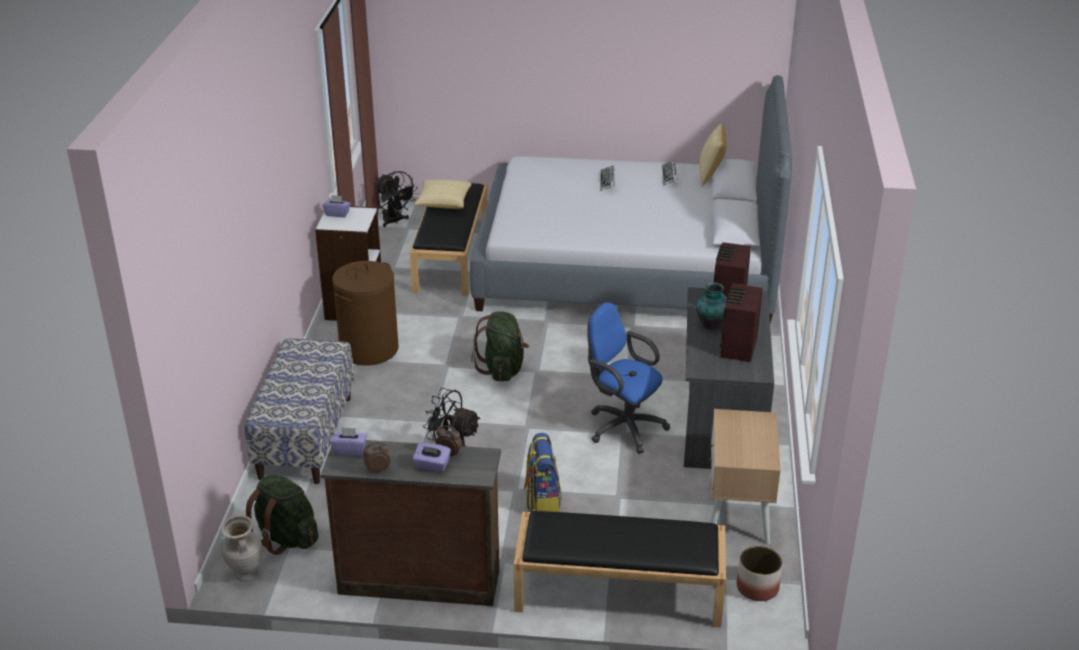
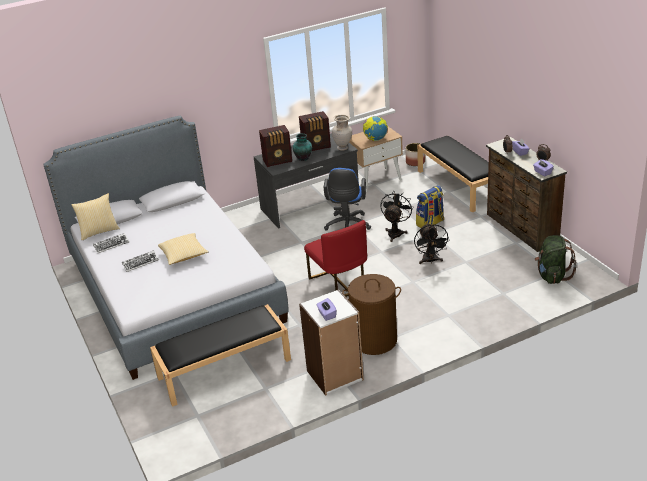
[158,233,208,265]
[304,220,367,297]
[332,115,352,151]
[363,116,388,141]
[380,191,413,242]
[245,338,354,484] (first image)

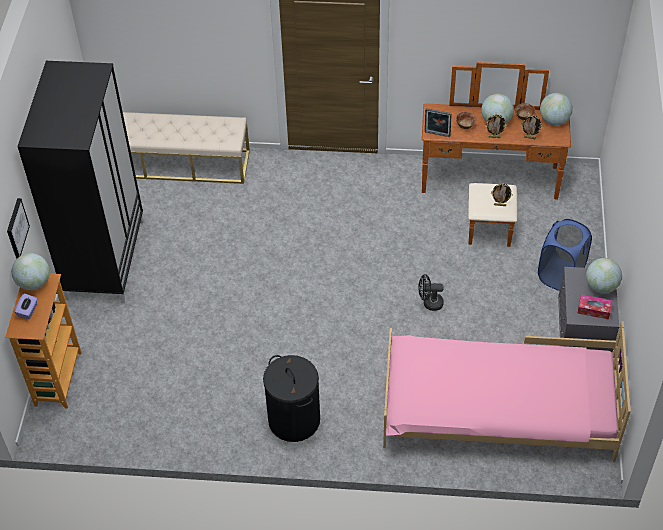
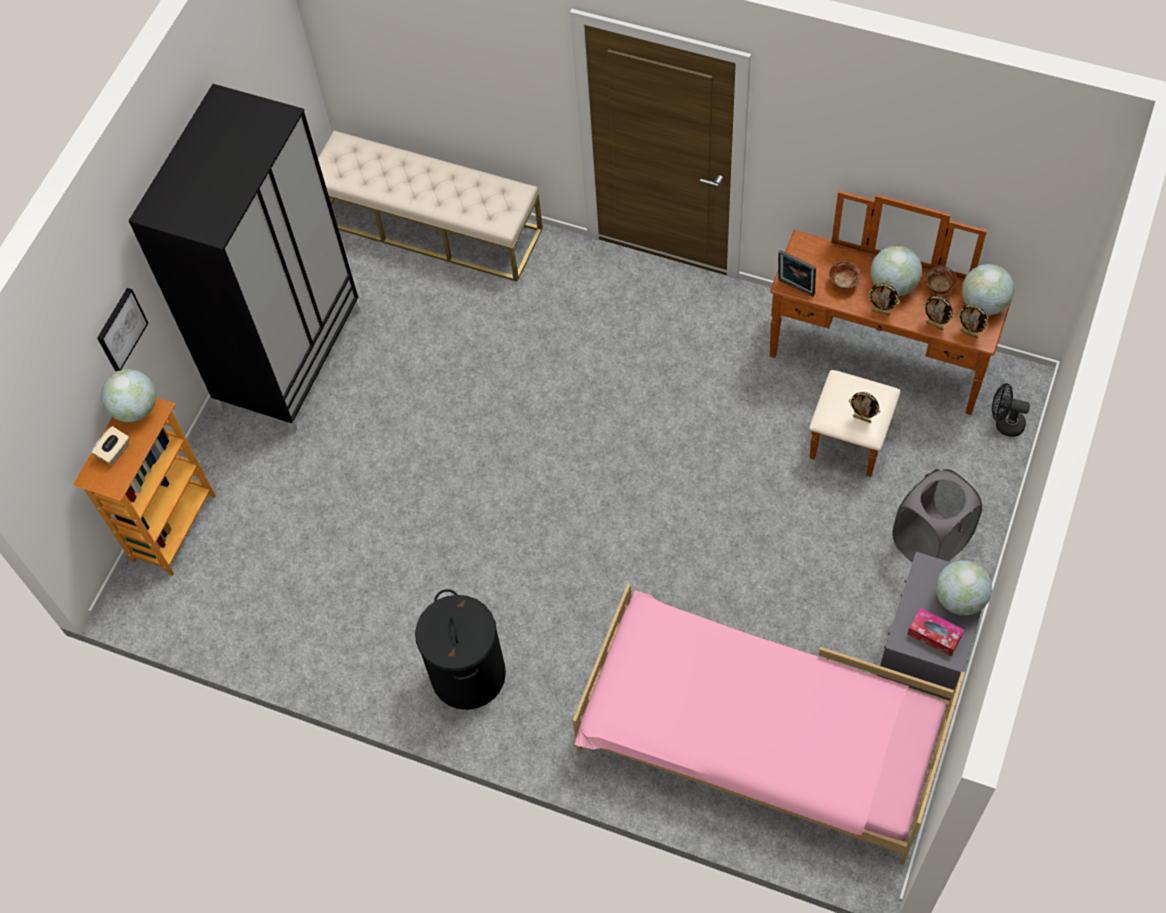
[91,426,129,465]
[892,469,982,562]
[957,304,989,339]
[992,383,1030,437]

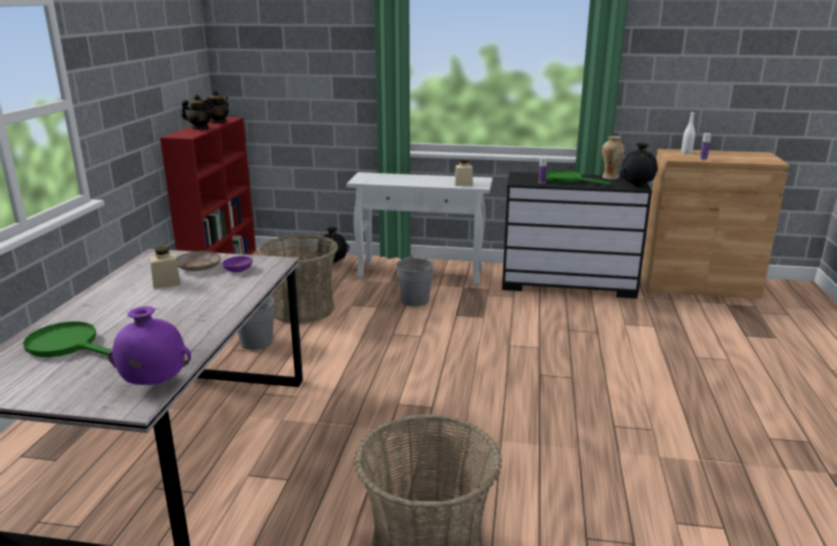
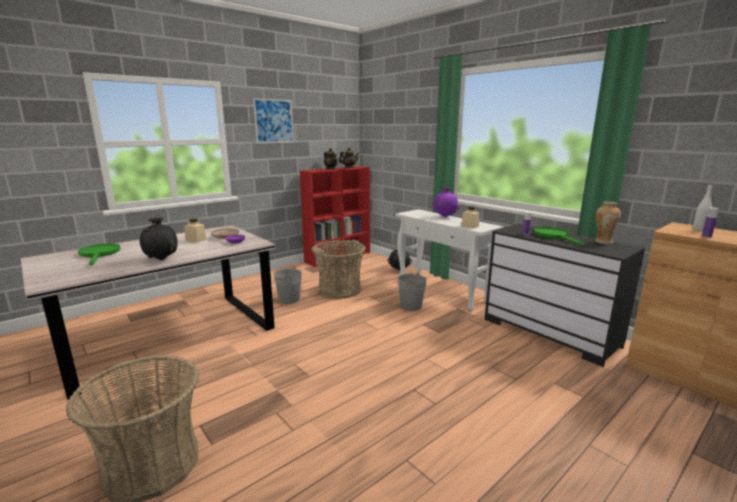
[140,217,178,260]
[253,98,294,143]
[432,187,459,217]

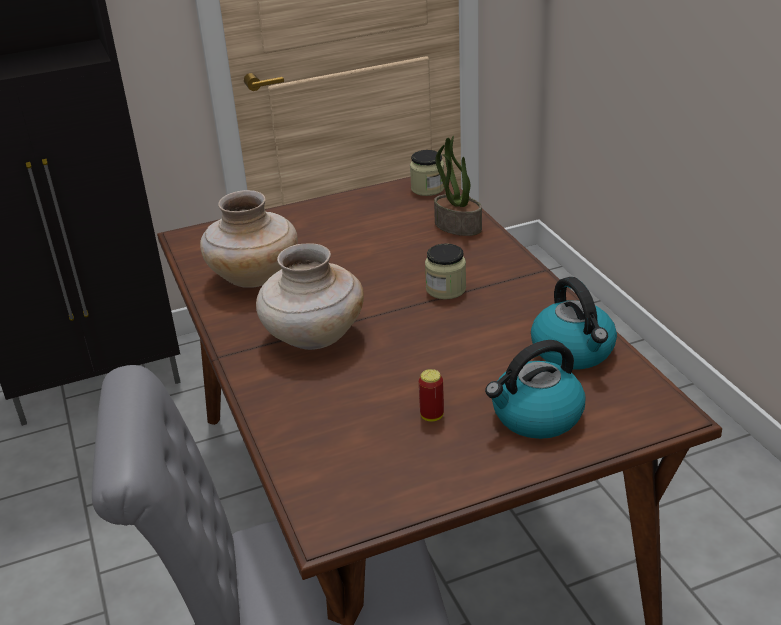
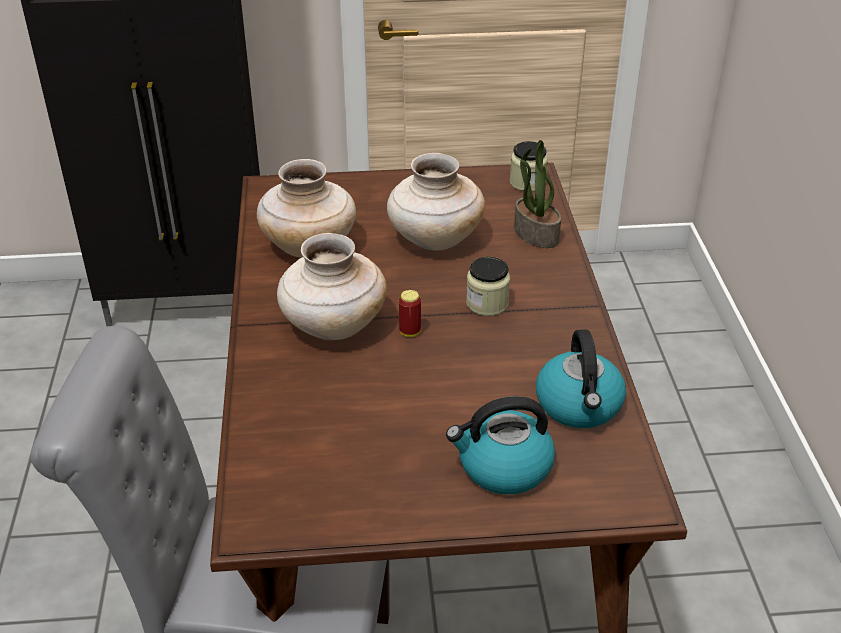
[387,153,485,250]
[399,290,421,337]

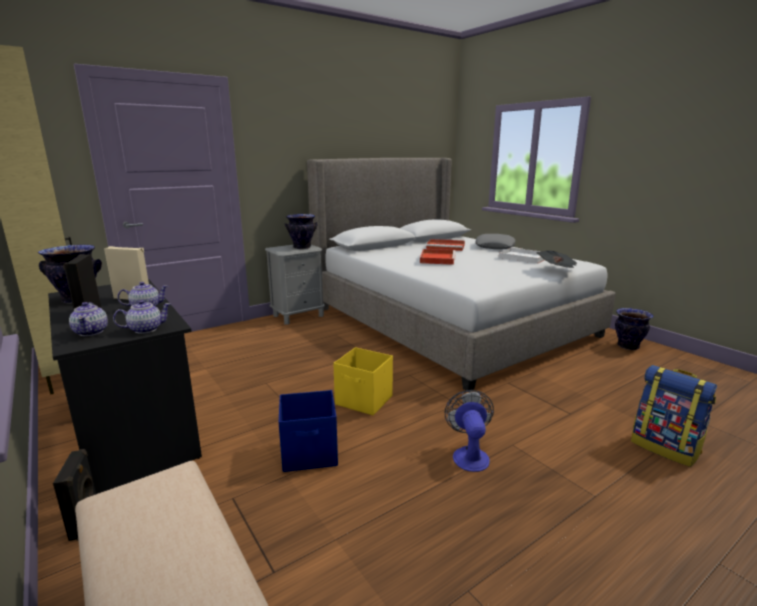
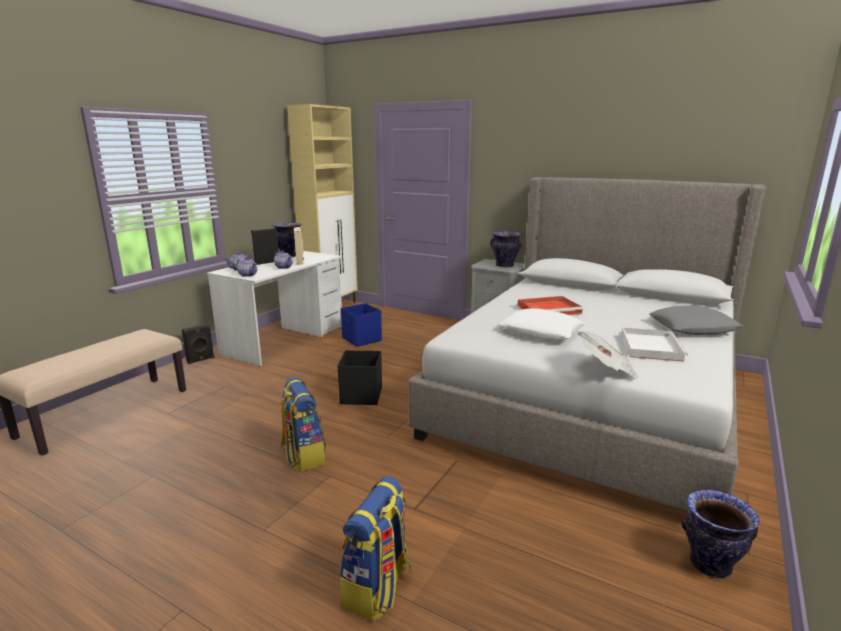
[207,251,342,366]
[281,377,326,471]
[338,350,382,405]
[341,303,382,347]
[499,309,585,341]
[426,239,465,251] (first image)

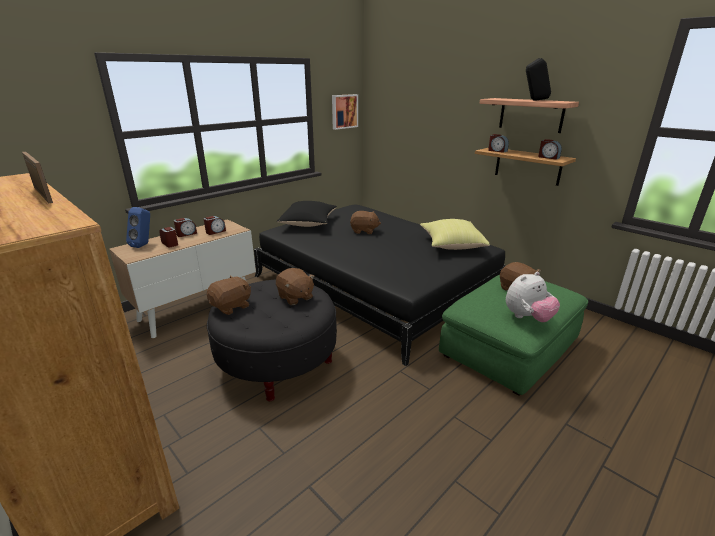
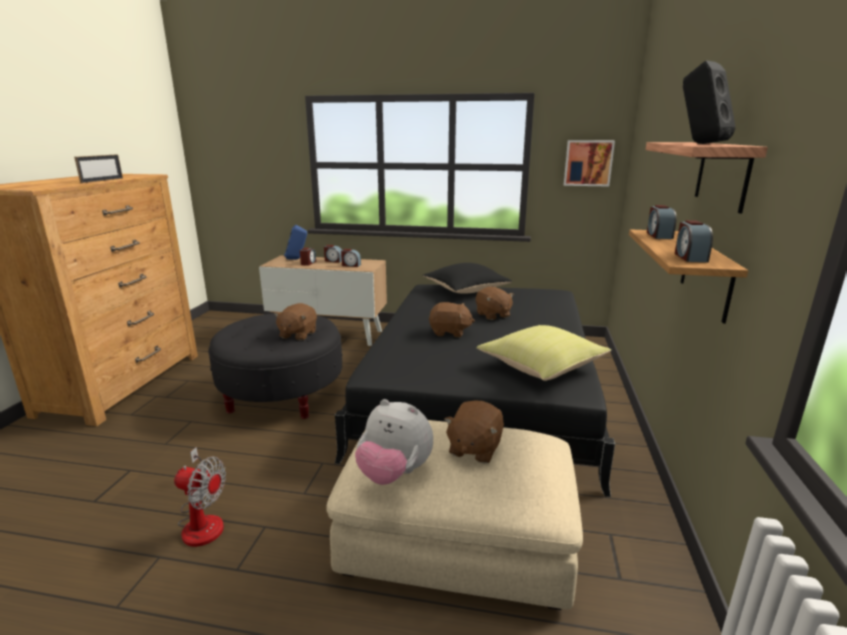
[174,447,226,547]
[326,420,583,610]
[429,302,475,337]

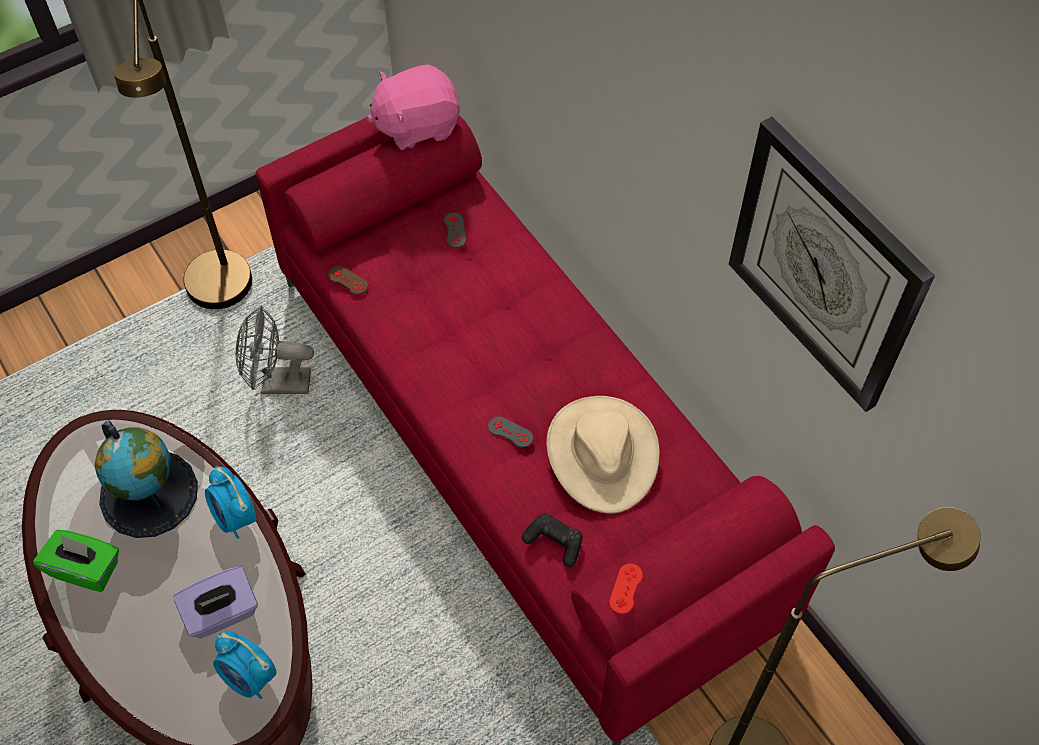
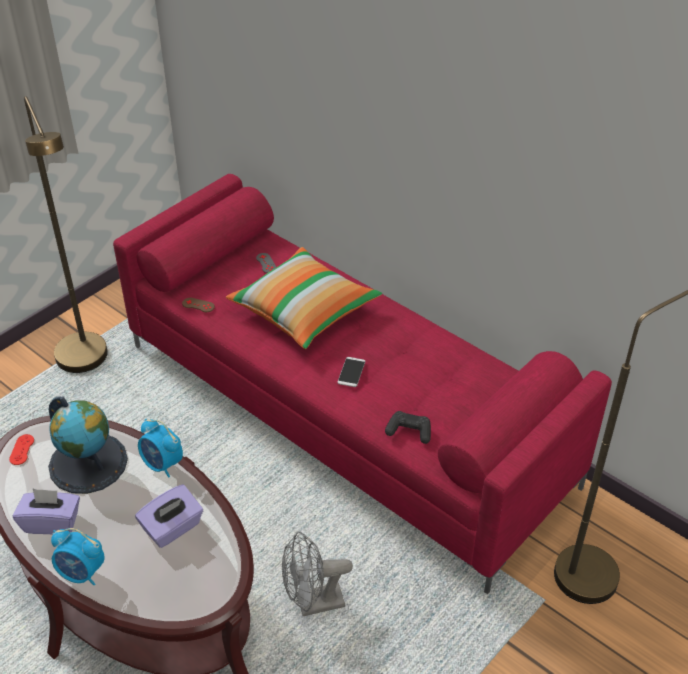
[9,434,34,465]
[13,489,80,534]
[51,528,105,585]
[226,247,382,349]
[282,531,353,616]
[337,357,365,387]
[367,65,460,150] (first image)
[547,396,660,514] (first image)
[729,117,935,412] (first image)

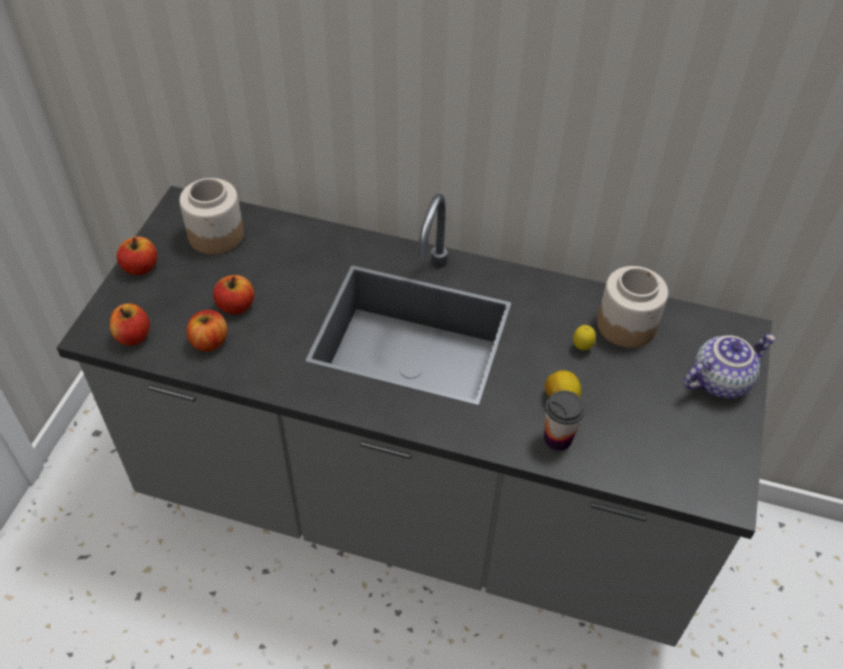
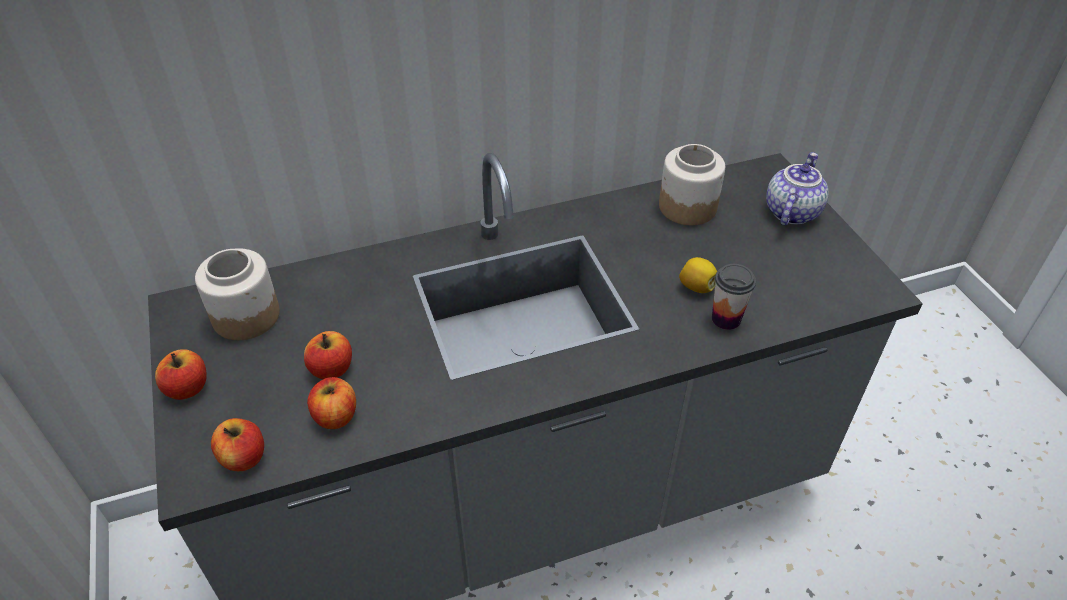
[573,325,596,350] (first image)

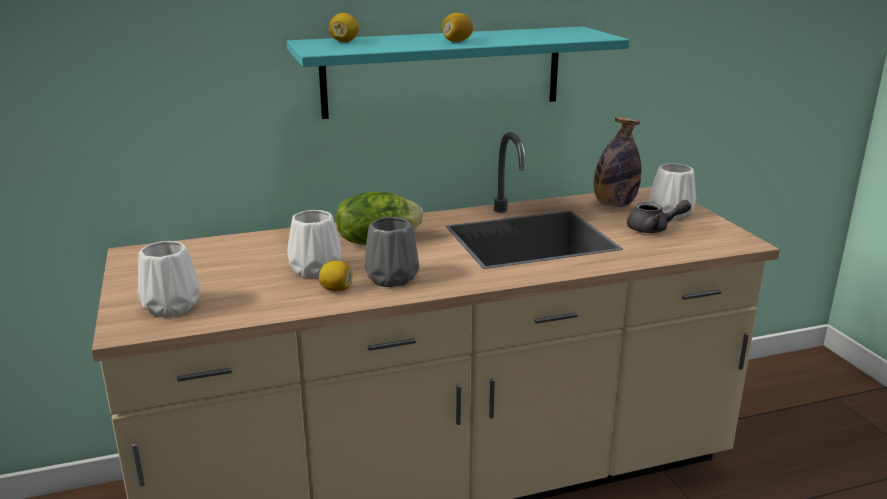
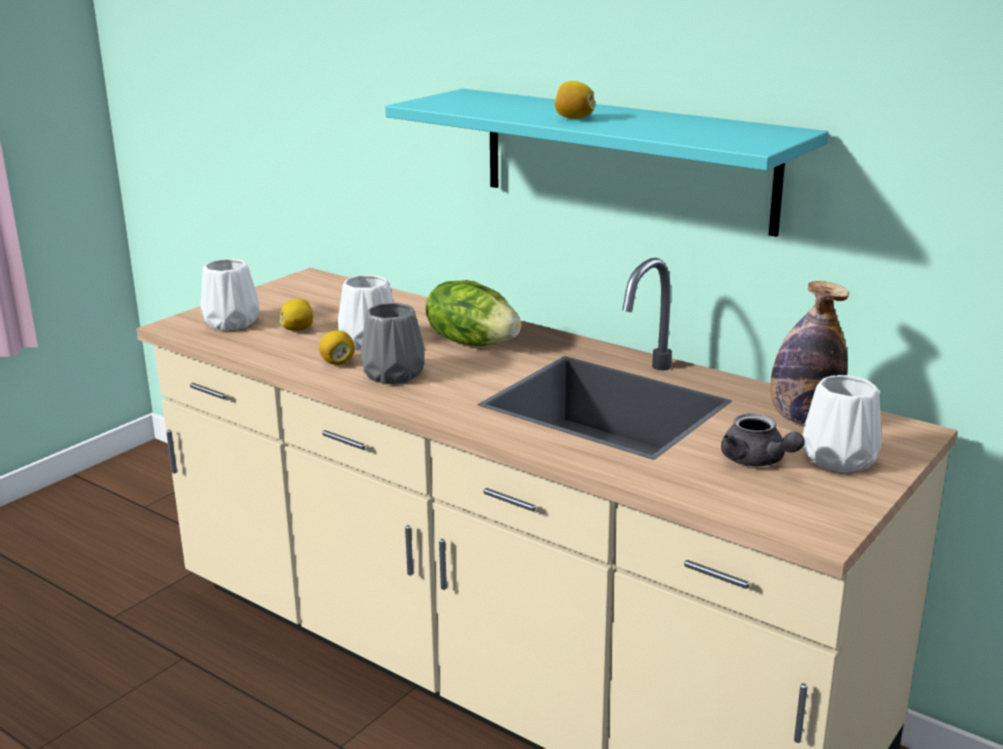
[280,299,313,331]

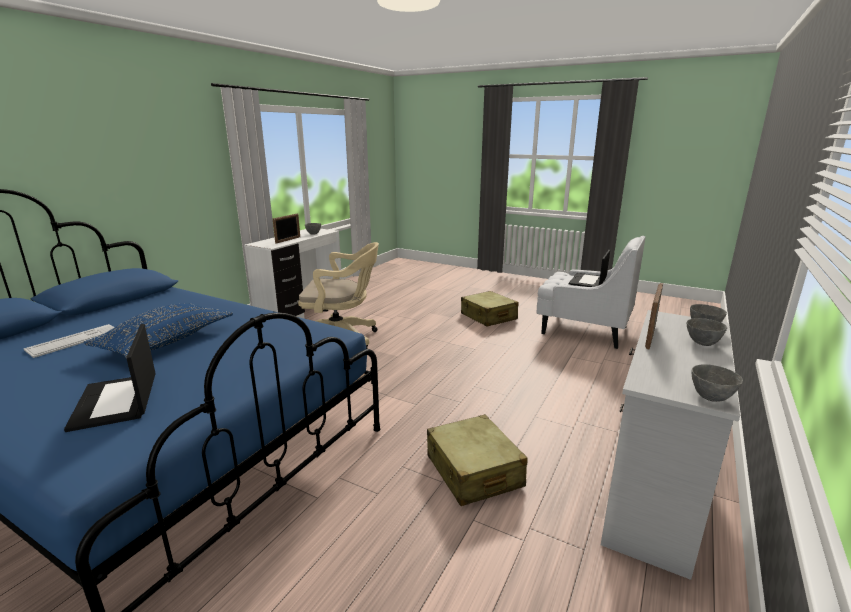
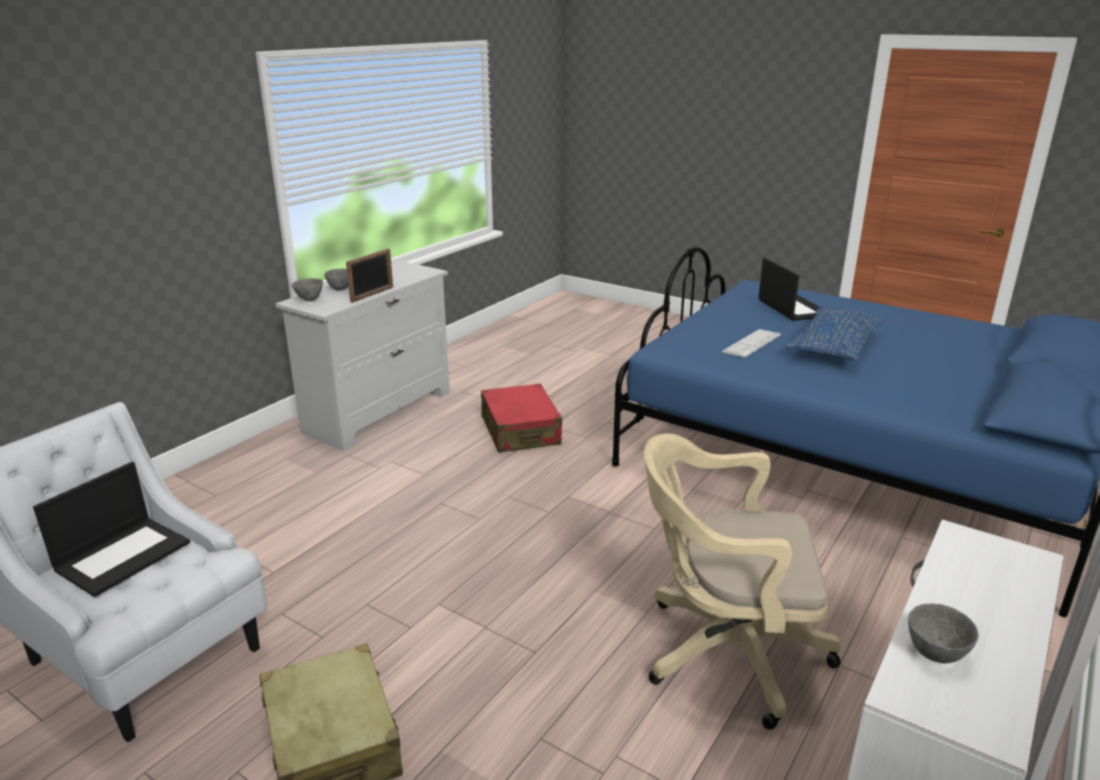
[481,383,562,453]
[722,329,781,358]
[273,214,300,244] (first image)
[691,364,743,402] (first image)

